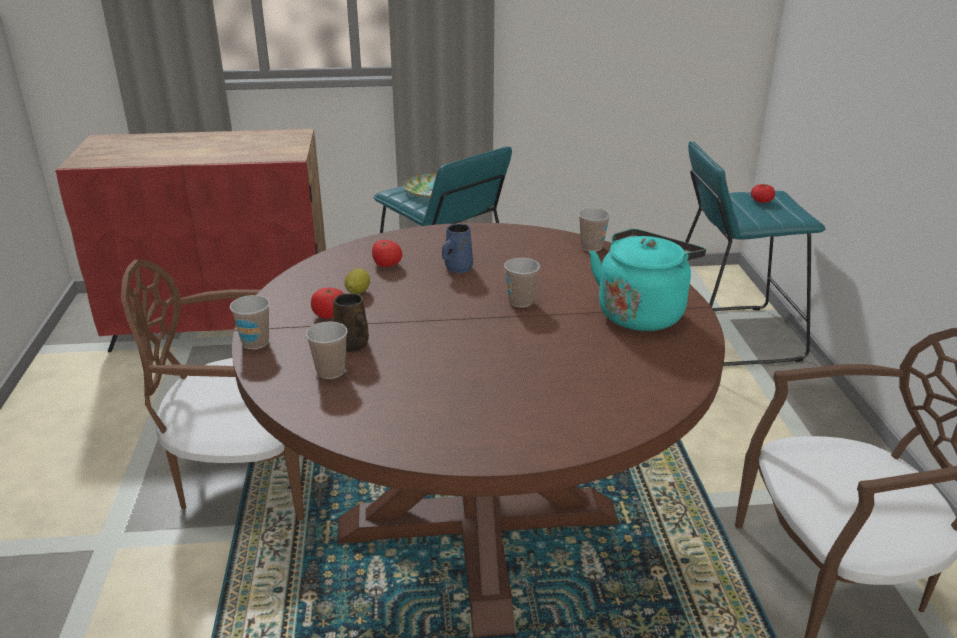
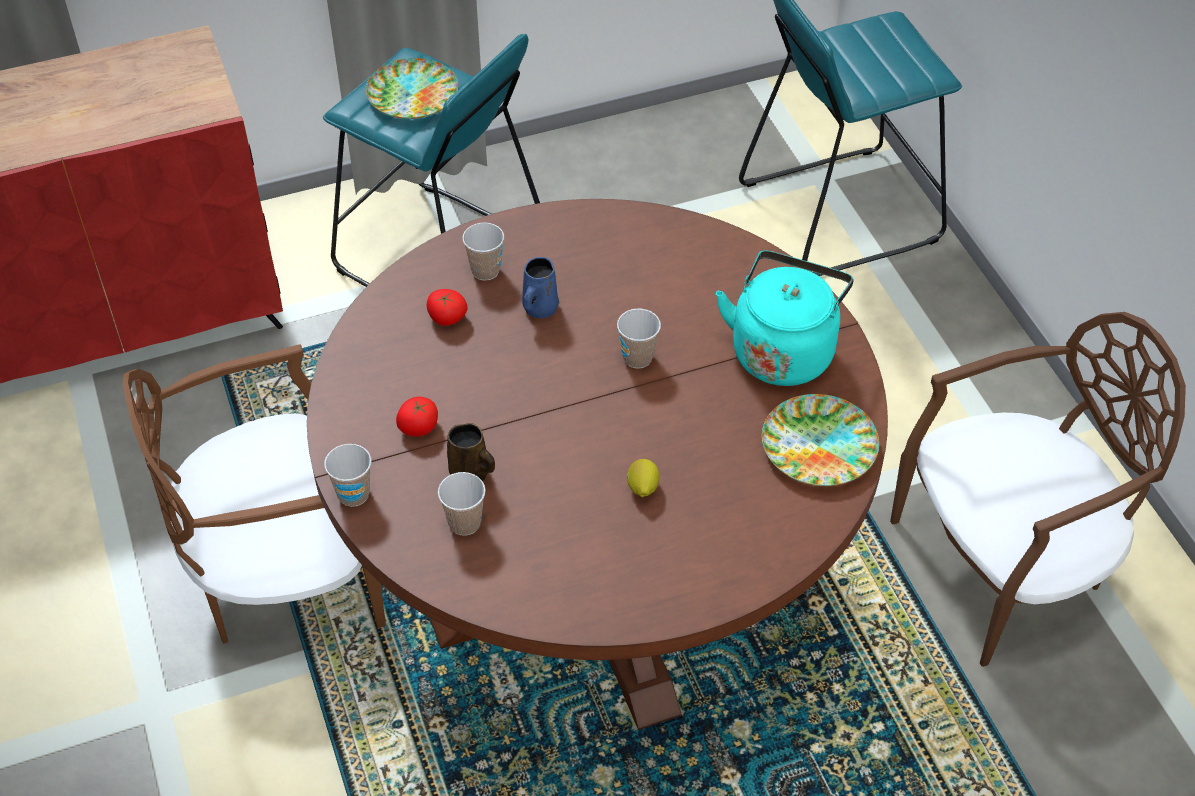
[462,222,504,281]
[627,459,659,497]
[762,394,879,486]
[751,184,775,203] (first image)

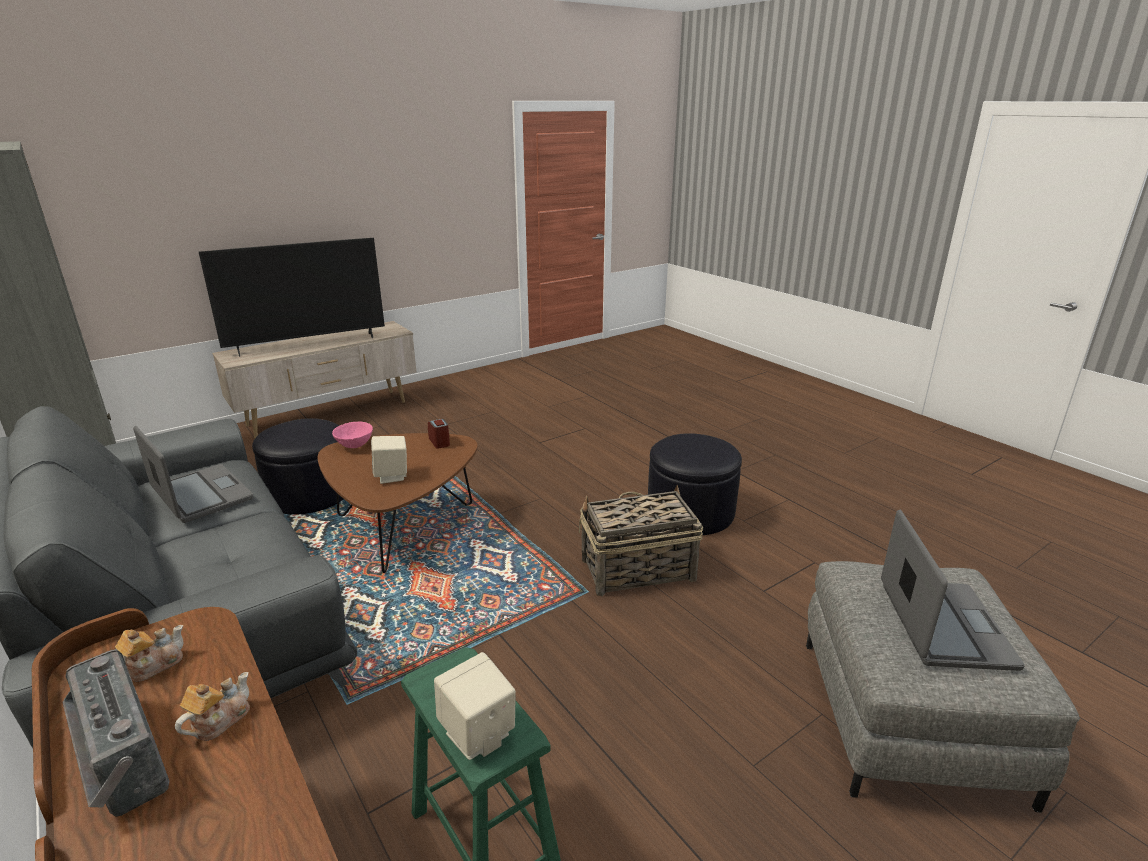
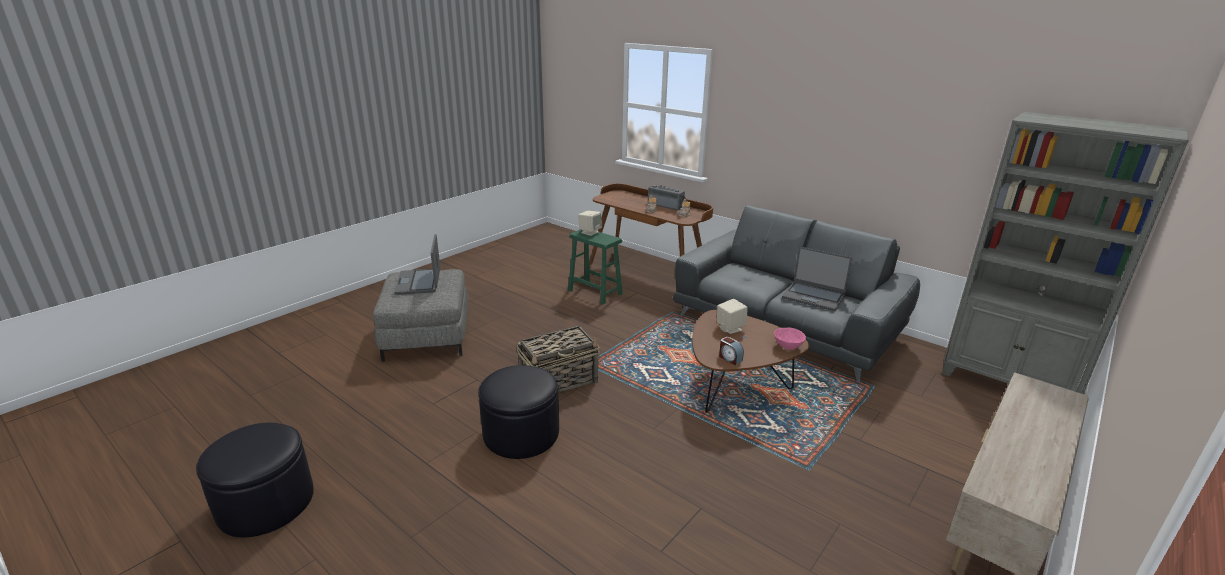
[196,423,314,537]
[199,238,385,357] (first image)

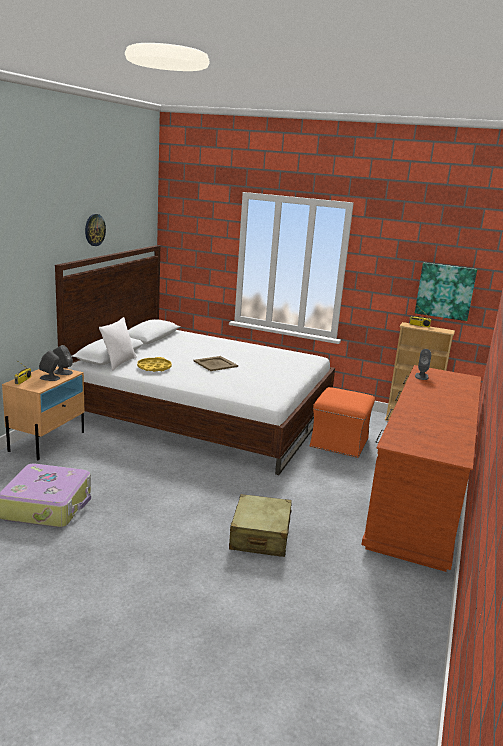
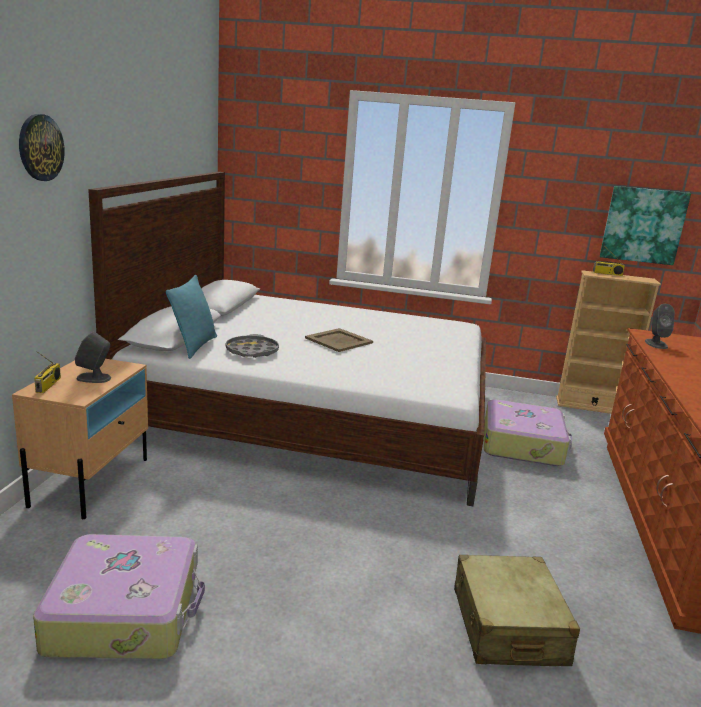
[19,114,65,181]
[166,275,217,359]
[225,334,279,358]
[484,399,572,466]
[52,345,73,375] (first image)

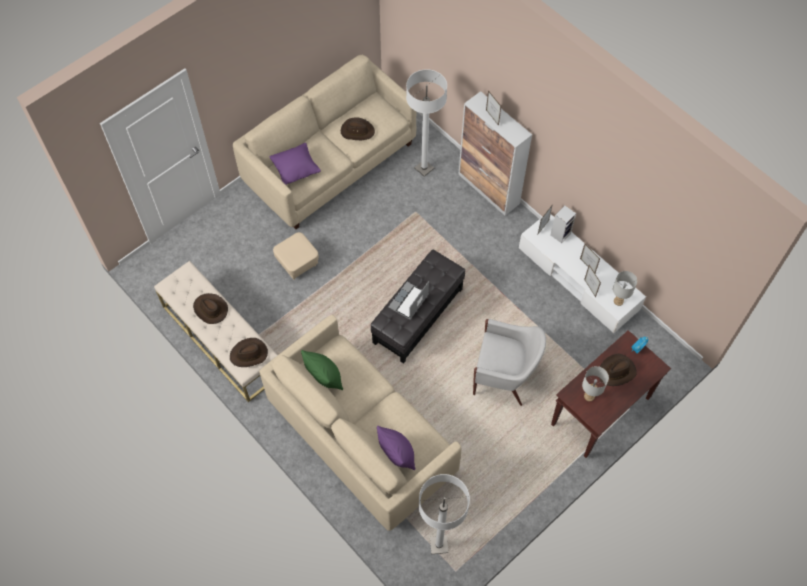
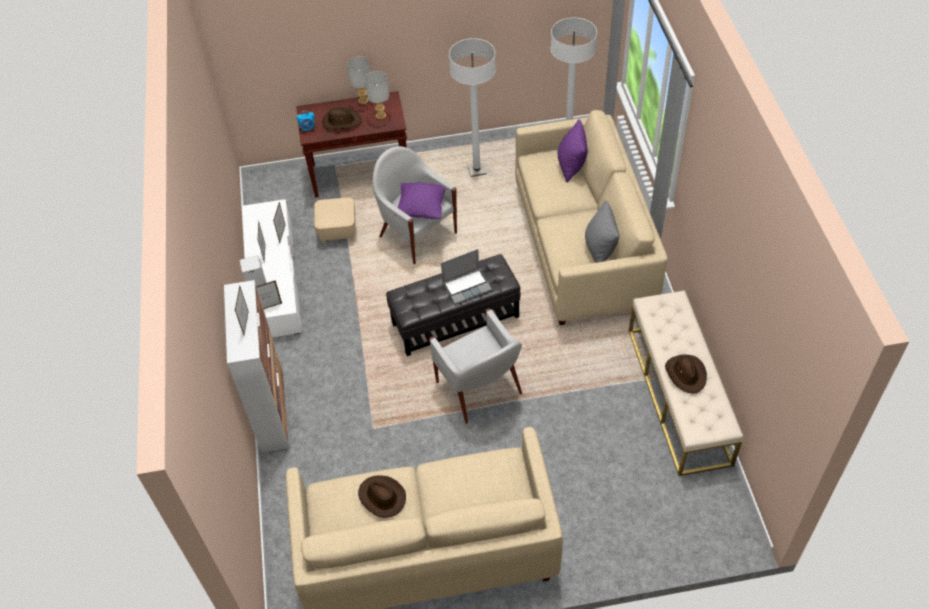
[314,197,356,243]
[347,56,370,104]
[394,182,446,219]
[429,309,522,424]
[449,38,496,177]
[585,200,619,263]
[230,338,268,367] (first image)

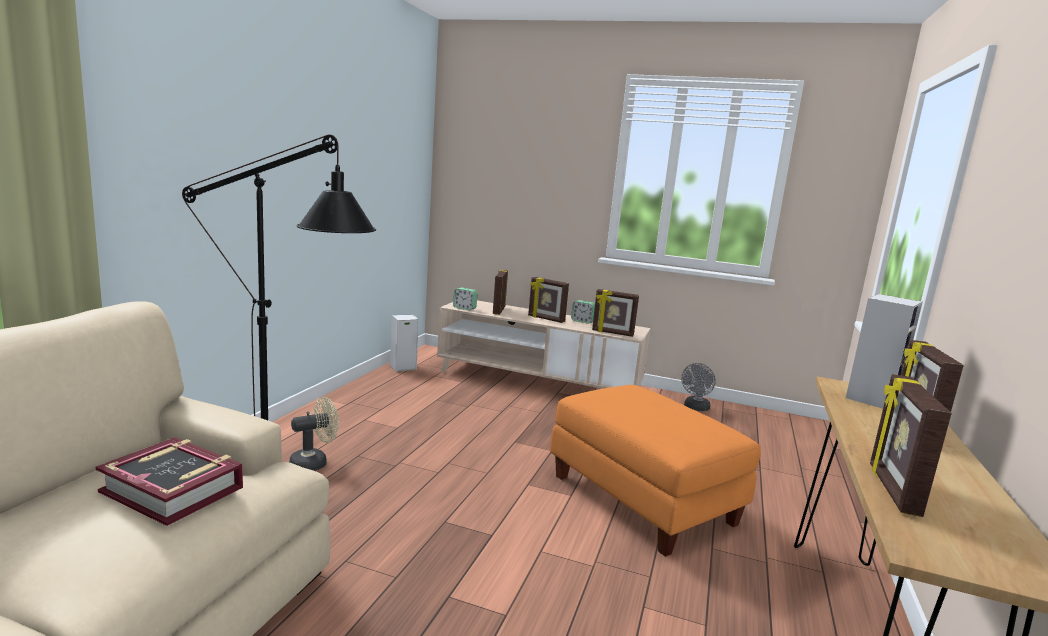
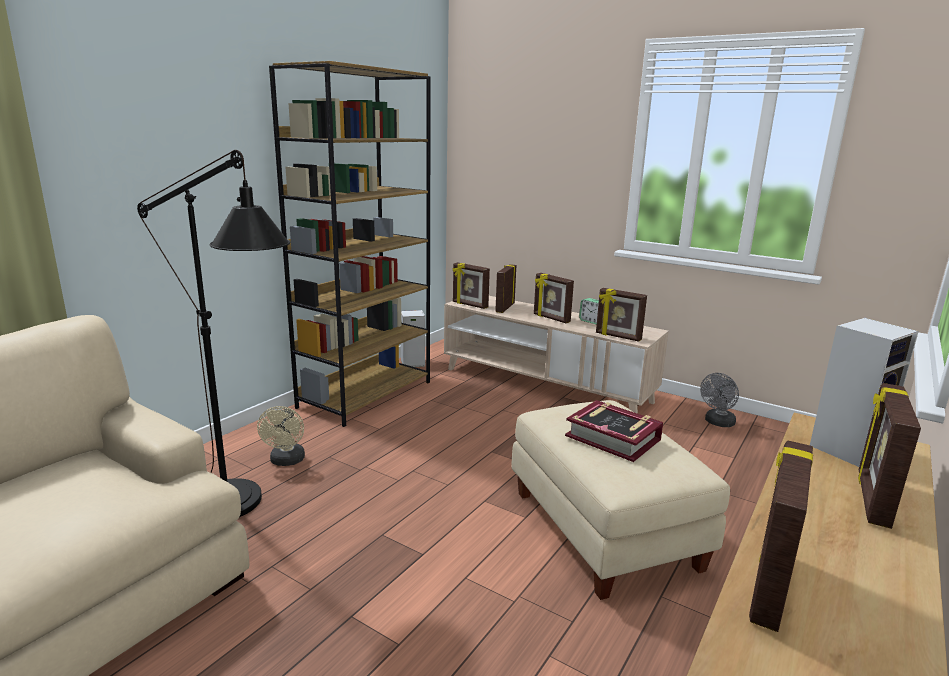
[257,406,305,466]
[269,61,431,427]
[453,263,490,309]
[511,400,730,600]
[565,400,663,462]

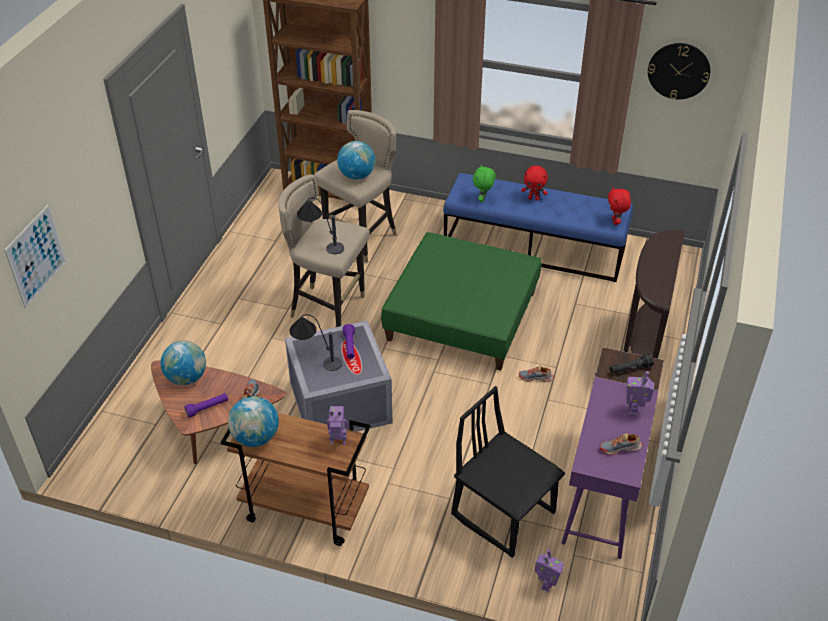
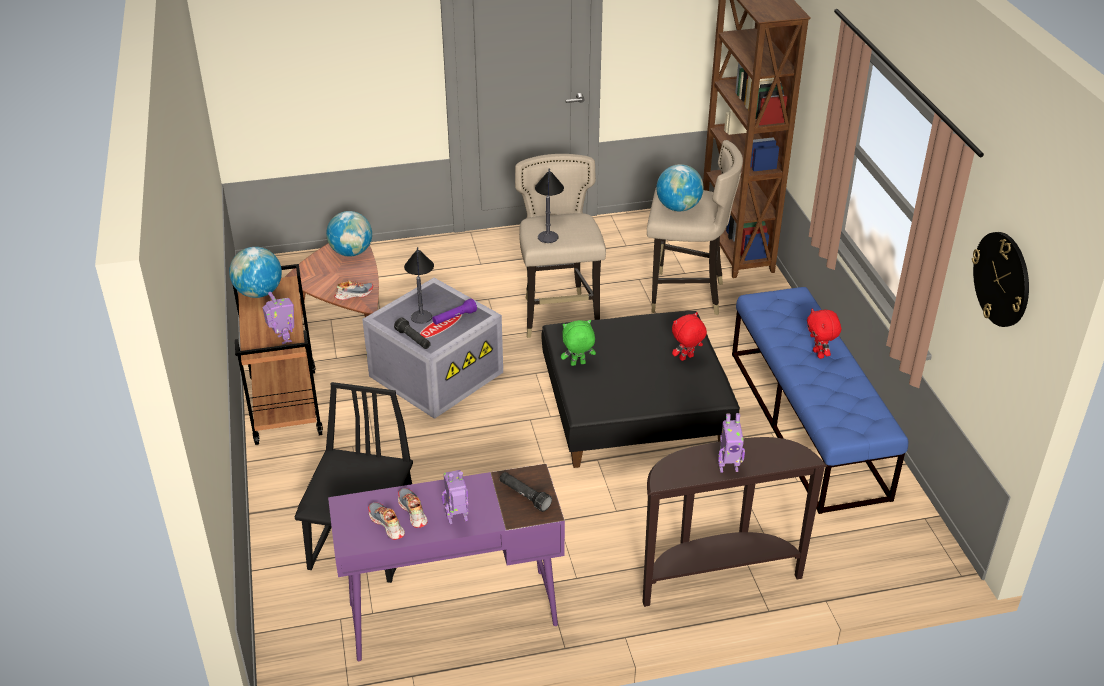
[394,318,431,349]
[398,488,428,528]
[542,311,740,468]
[561,320,596,366]
[672,312,707,361]
[718,413,745,473]
[5,204,66,309] (first image)
[184,393,228,418] (first image)

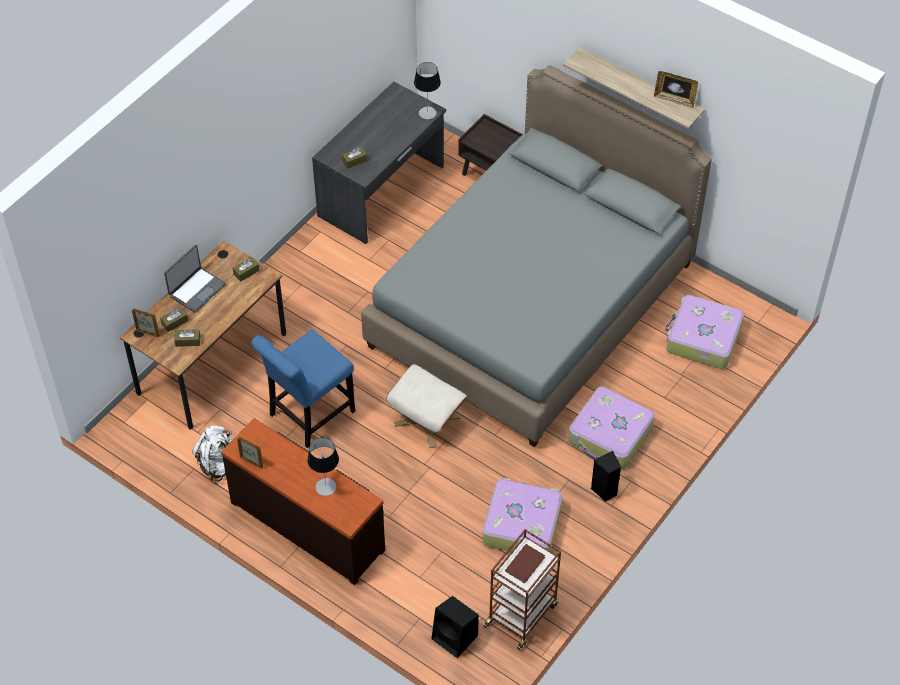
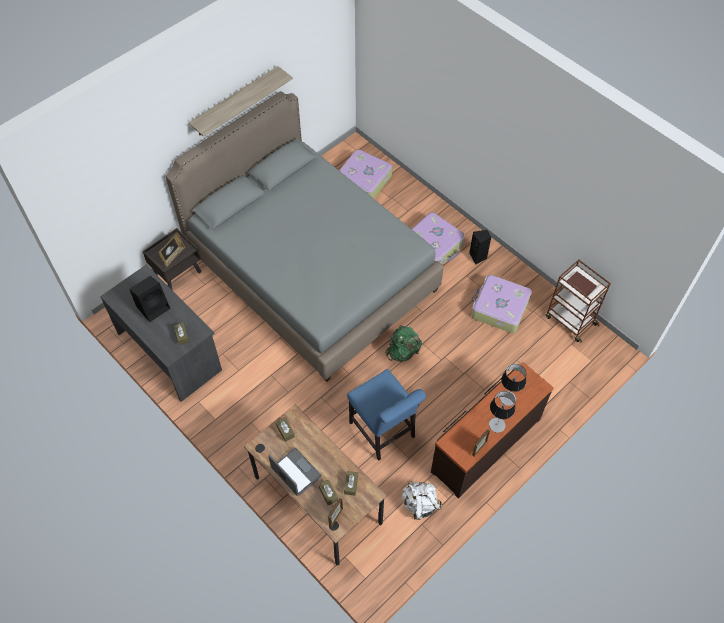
[129,276,170,322]
[159,233,185,267]
[385,325,422,362]
[489,391,515,432]

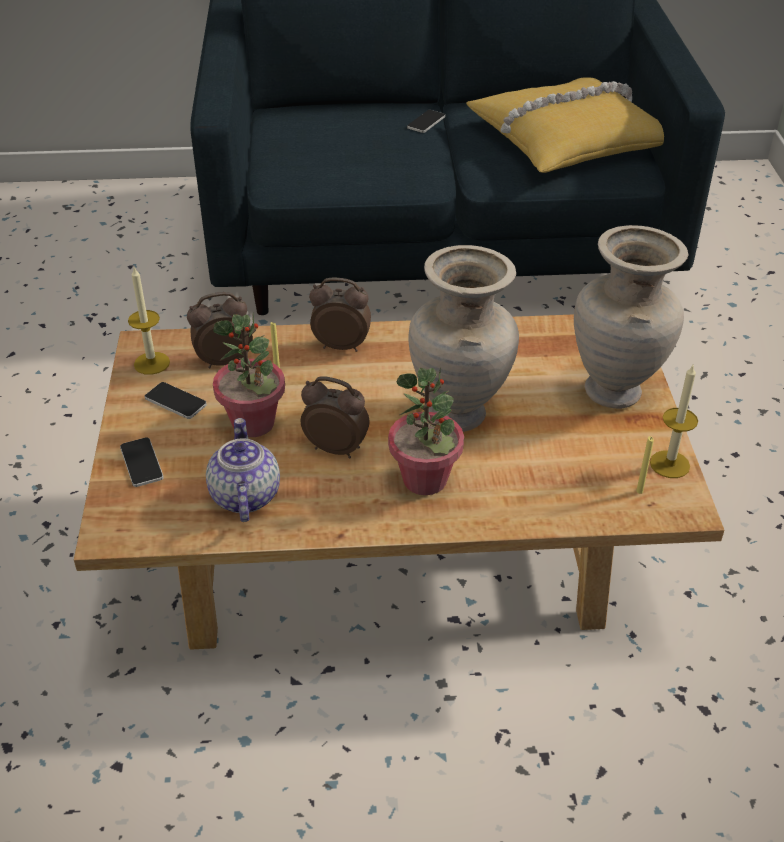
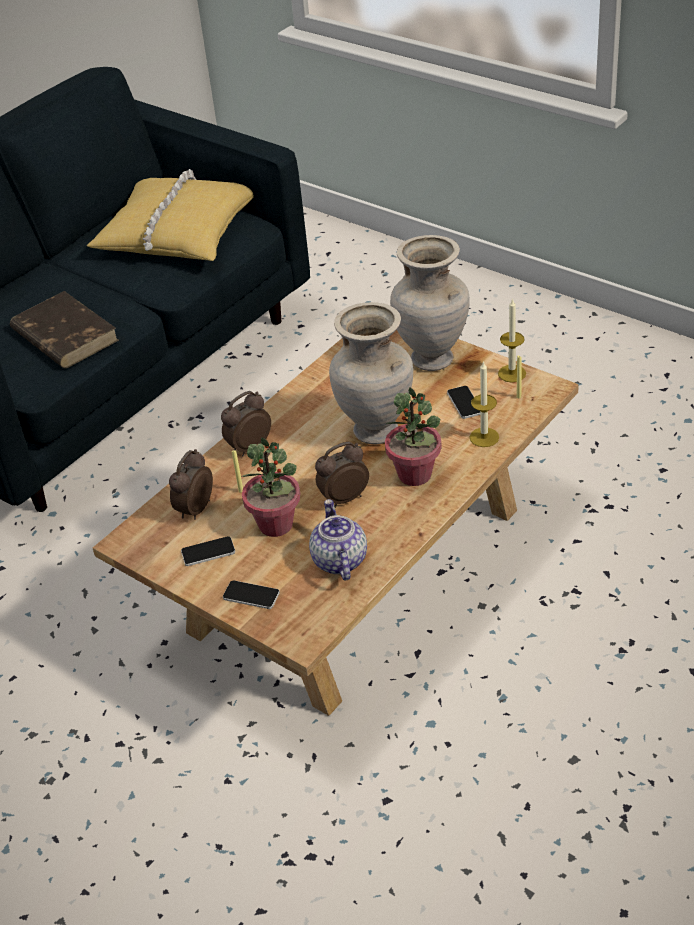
[10,291,119,368]
[309,499,367,581]
[447,386,480,419]
[470,361,499,447]

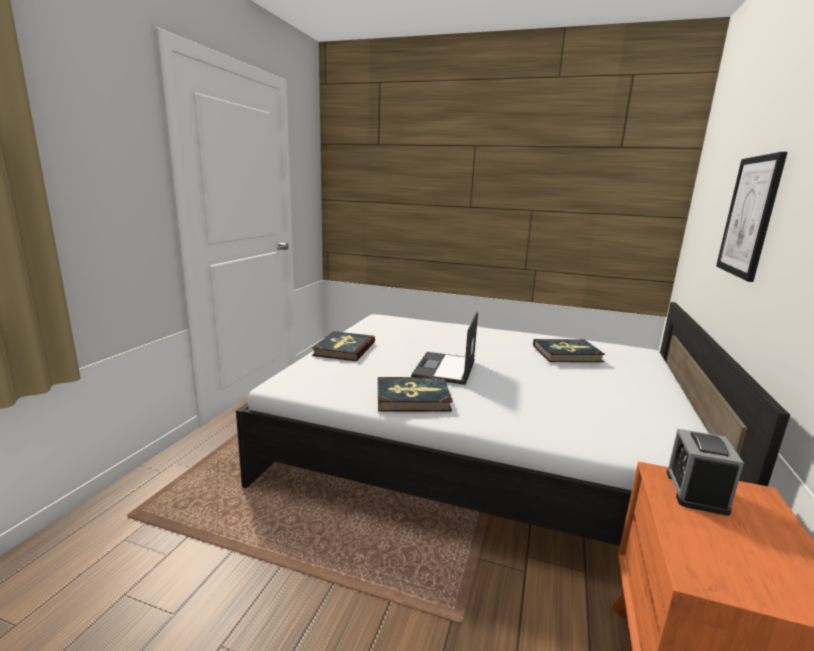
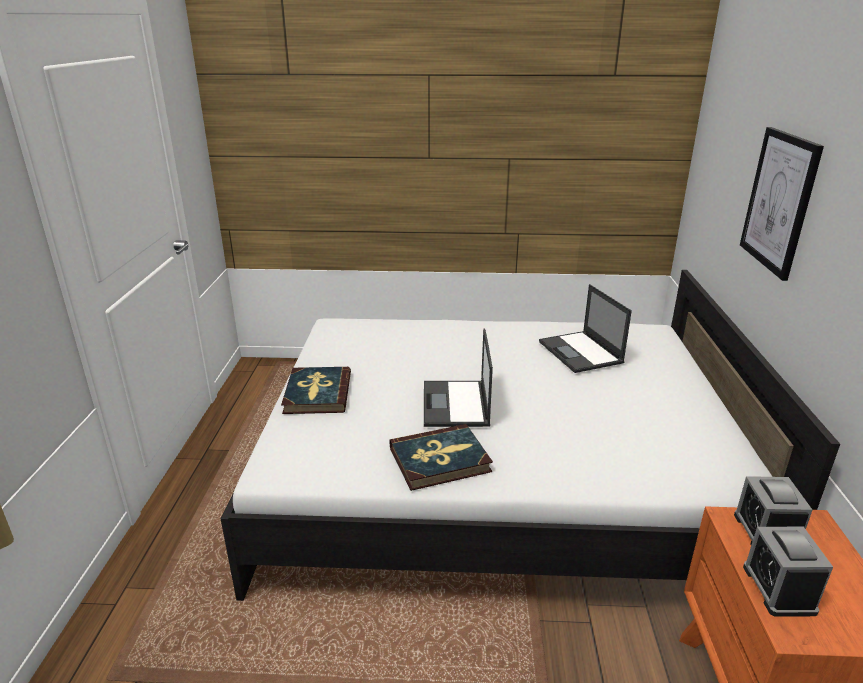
[539,284,632,373]
[743,527,833,617]

